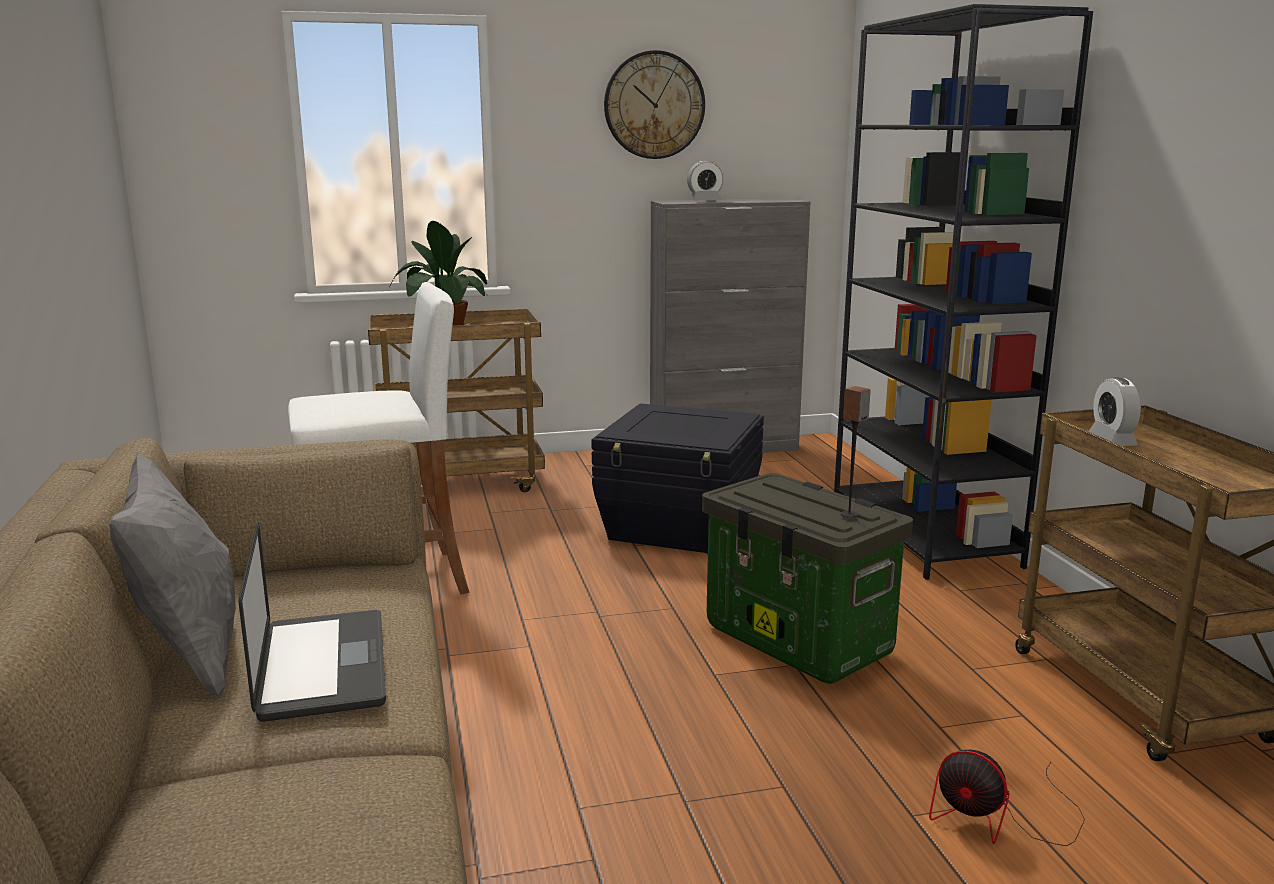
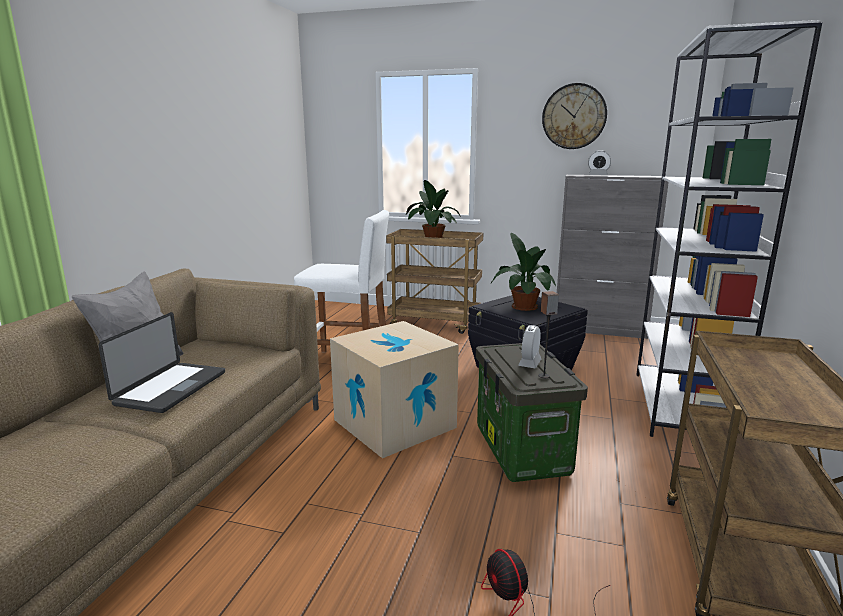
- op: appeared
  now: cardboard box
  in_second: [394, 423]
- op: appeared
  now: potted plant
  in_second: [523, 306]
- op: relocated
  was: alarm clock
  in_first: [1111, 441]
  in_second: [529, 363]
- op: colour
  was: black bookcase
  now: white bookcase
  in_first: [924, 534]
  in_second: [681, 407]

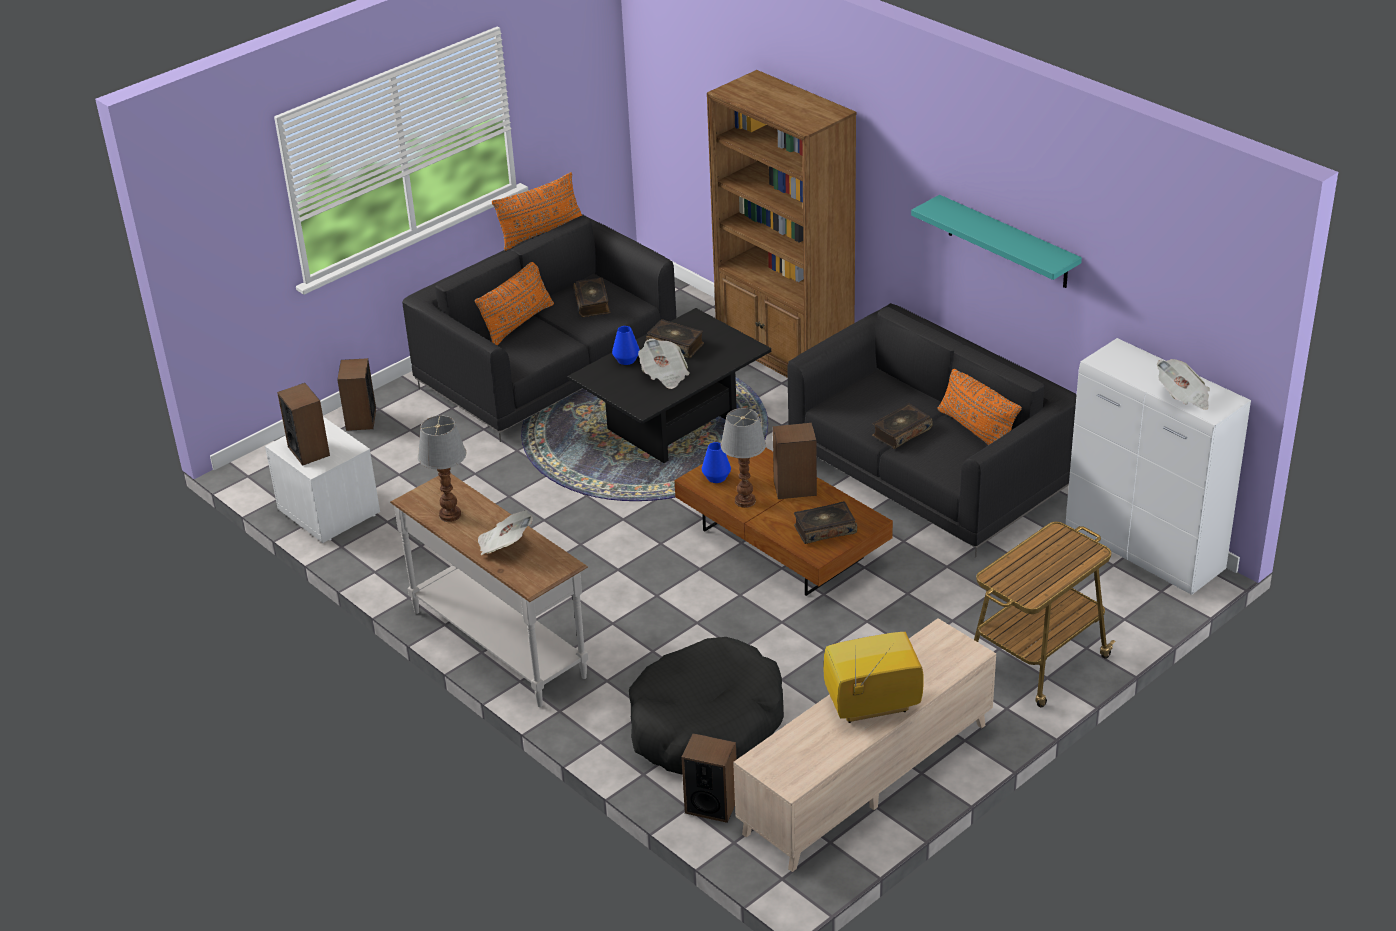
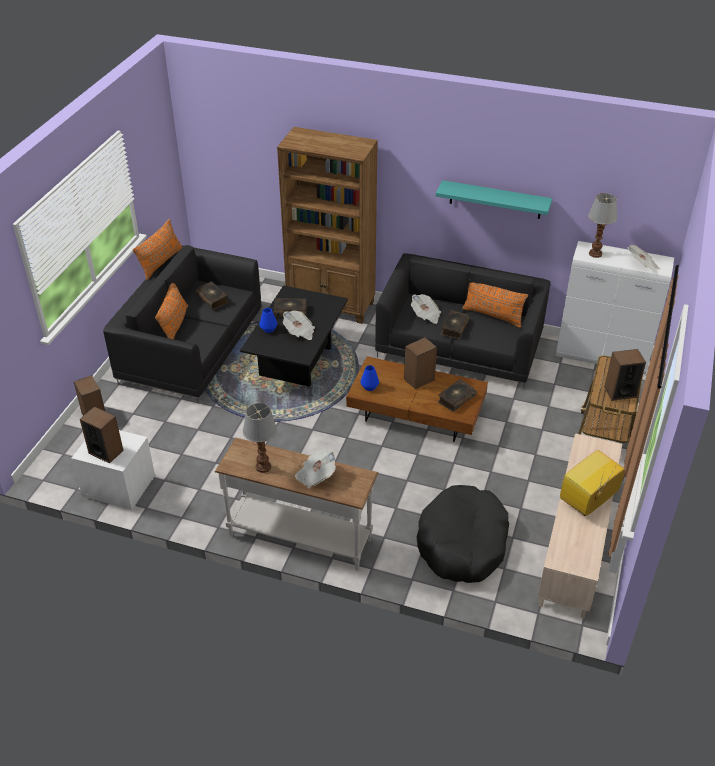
- op: appeared
  now: newspaper
  in_second: [425, 315]
- op: relocated
  was: table lamp
  in_first: [744, 501]
  in_second: [595, 254]
- op: relocated
  was: speaker
  in_first: [711, 805]
  in_second: [620, 392]

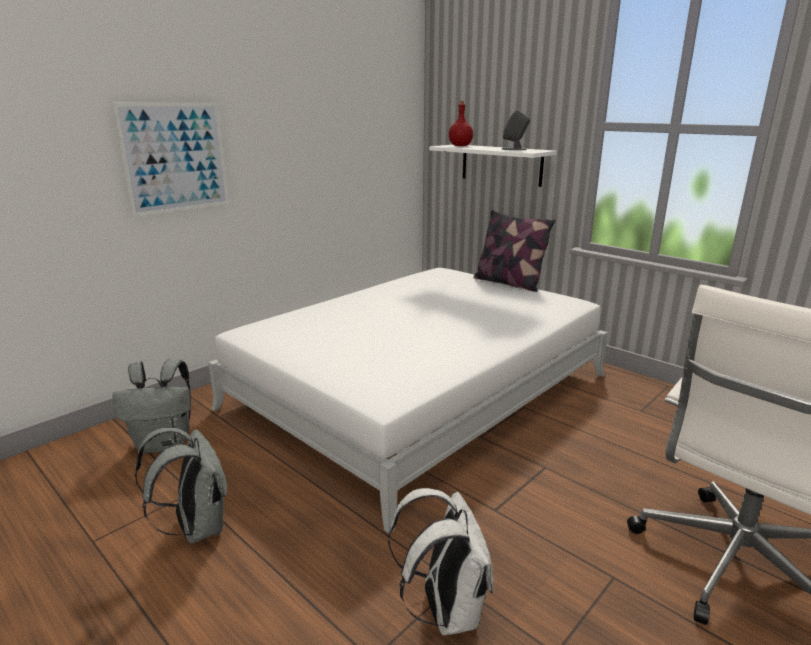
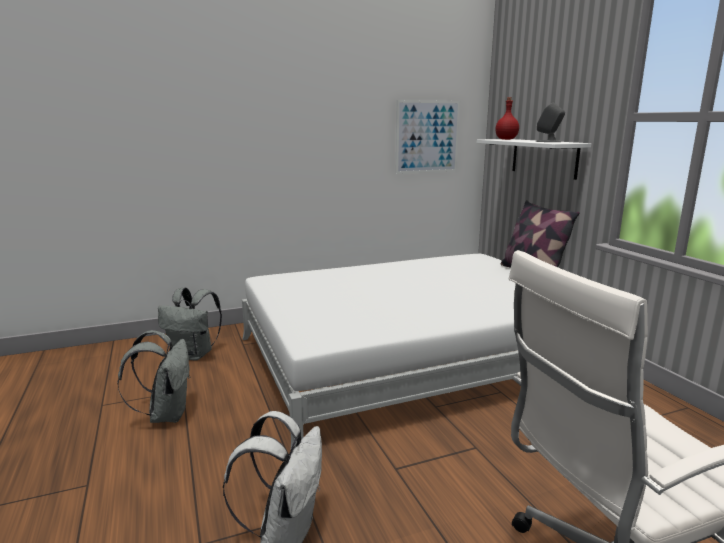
- op: relocated
  was: picture
  in_first: [175, 157]
  in_second: [427, 137]

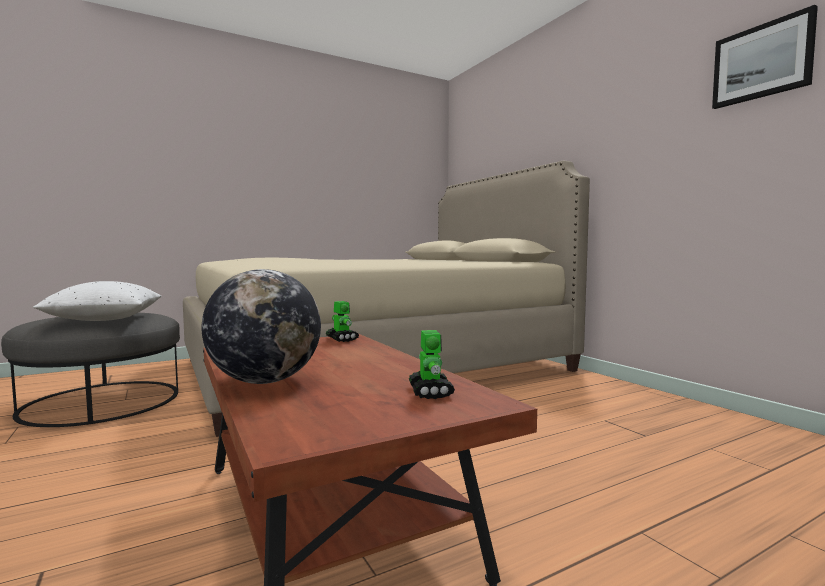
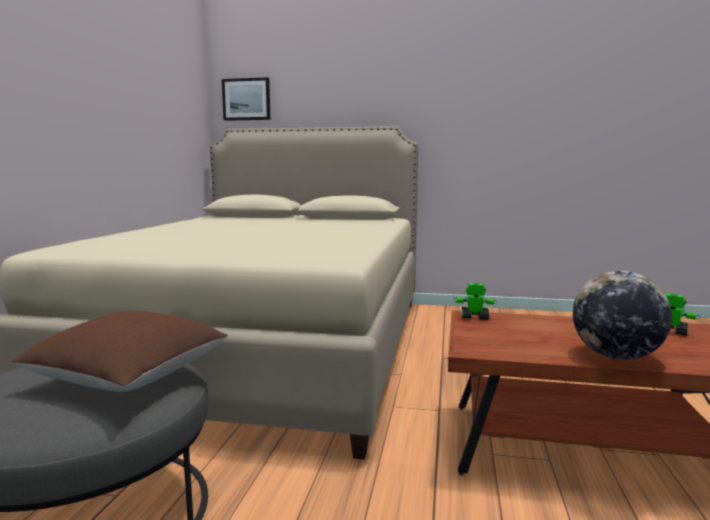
- op: colour
  was: white pillow
  now: brown pillow
  in_first: [105, 319]
  in_second: [129, 377]
- op: relocated
  was: picture
  in_first: [761, 62]
  in_second: [246, 99]

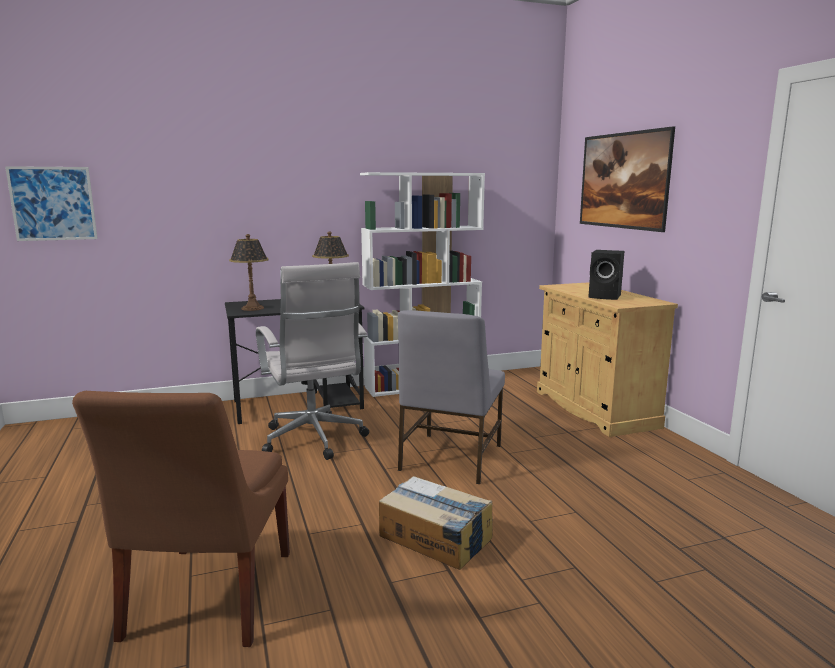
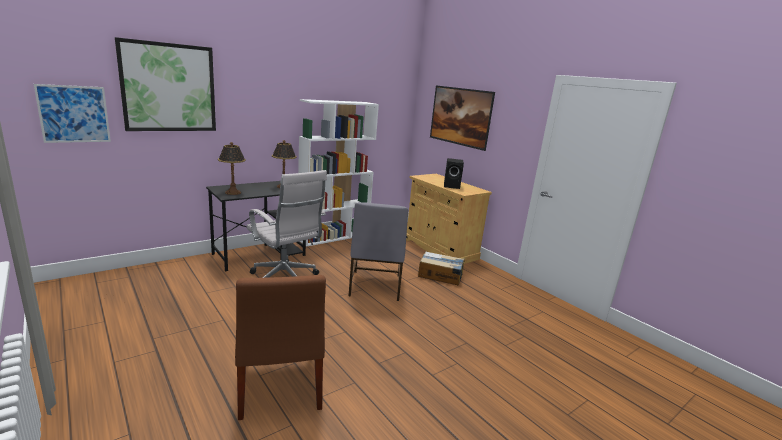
- op: appeared
  now: picture
  in_second: [169, 88]
- op: relocated
  was: cardboard box
  in_first: [435, 537]
  in_second: [440, 275]

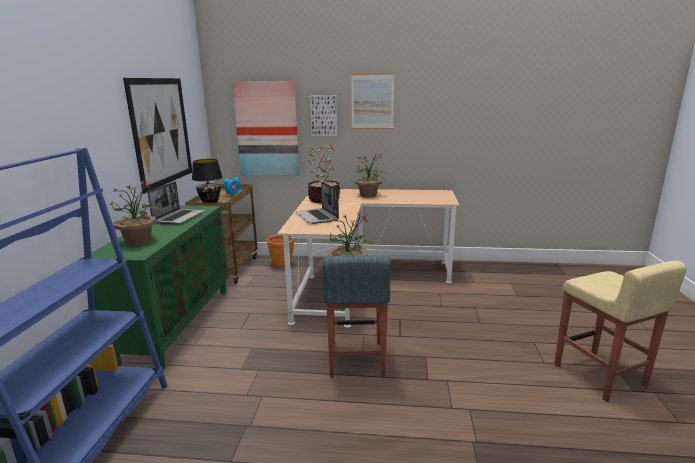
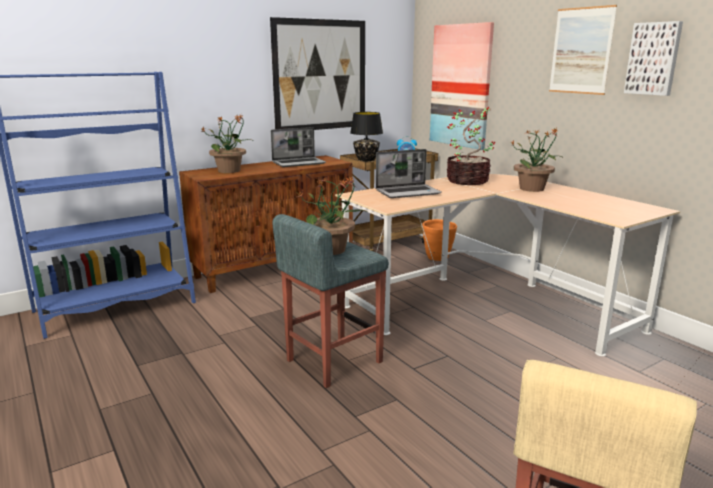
- op: colour
  was: green cabinet
  now: brown cabinet
  in_first: [177, 324]
  in_second: [274, 268]
- op: spun
  was: laptop
  in_first: [317, 217]
  in_second: [408, 192]
  clockwise: -135
- op: relocated
  was: picture
  in_first: [324, 115]
  in_second: [653, 58]

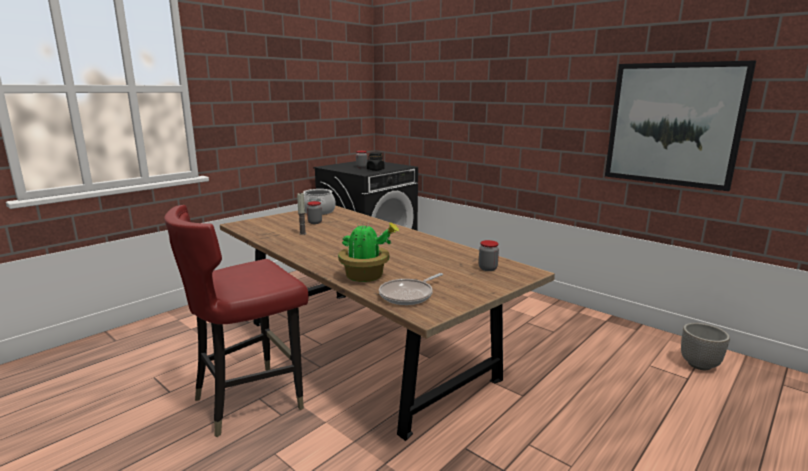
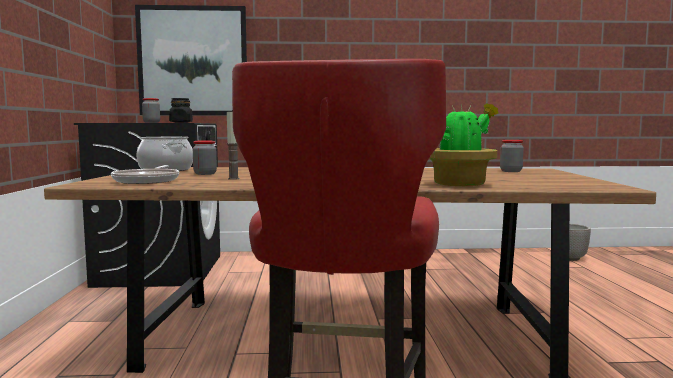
- op: relocated
  was: frying pan
  in_first: [408, 295]
  in_second: [148, 181]
- op: relocated
  was: picture
  in_first: [673, 124]
  in_second: [193, 61]

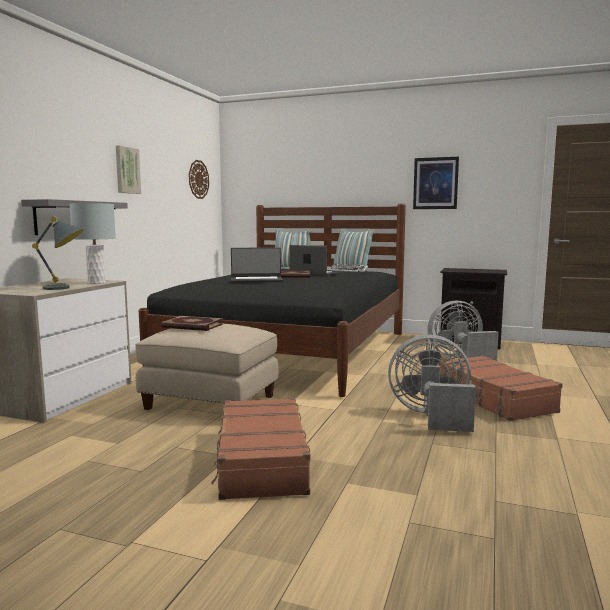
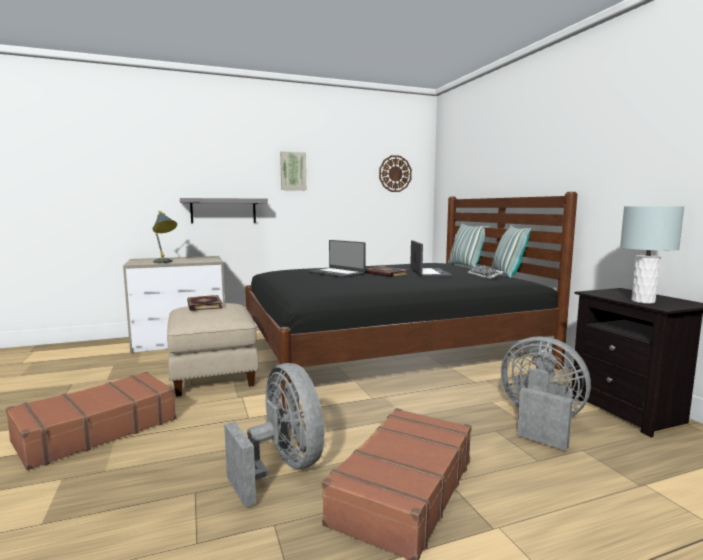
- op: relocated
  was: grey table lamp
  in_first: [96, 283]
  in_second: [643, 301]
- op: missing
  was: picture
  in_first: [435, 183]

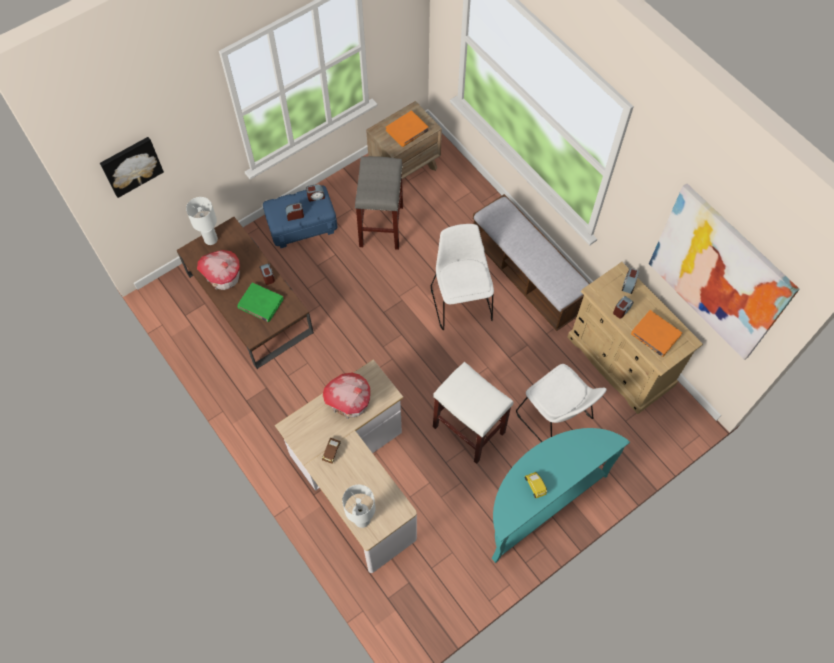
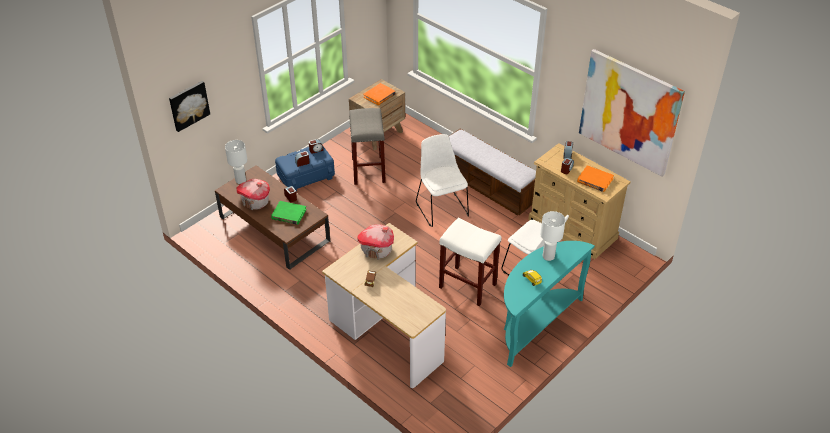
- op: relocated
  was: white table lamp
  in_first: [361, 519]
  in_second: [548, 256]

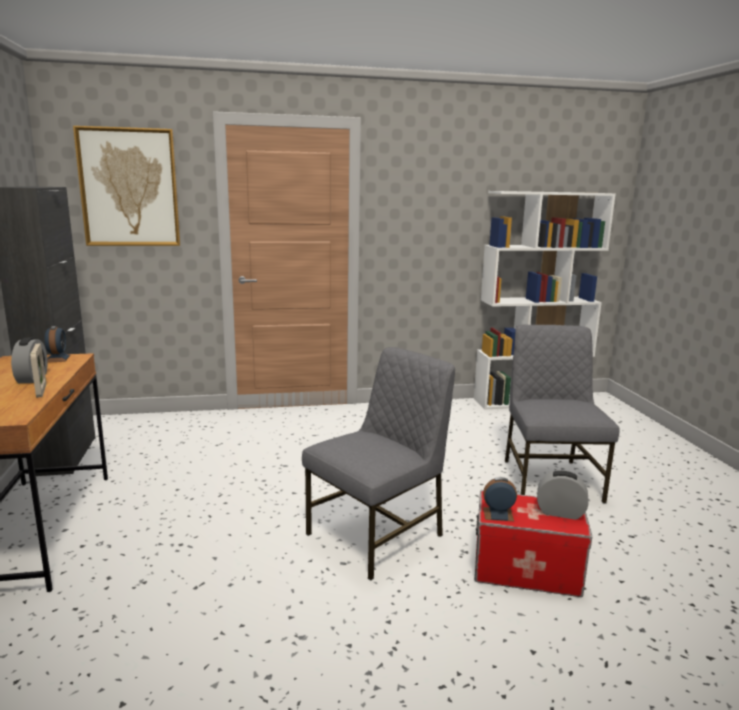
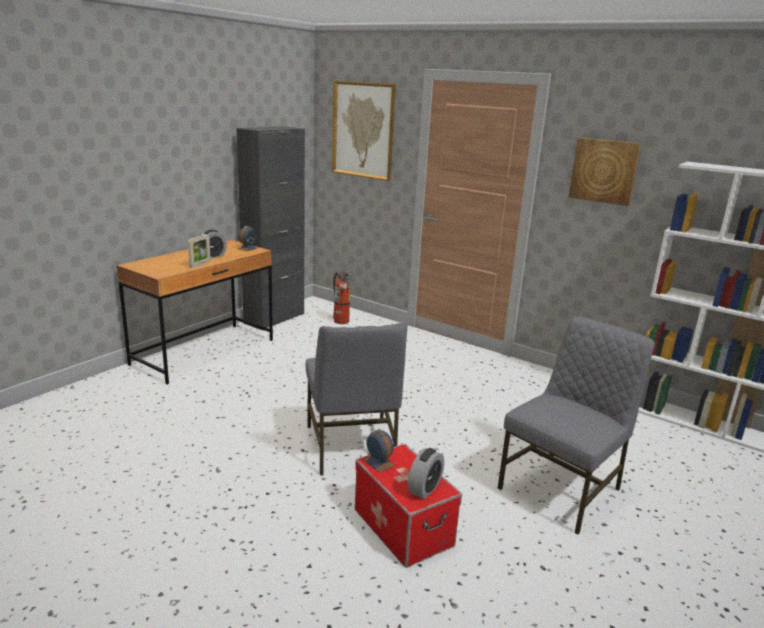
- op: spun
  was: grey chair
  in_first: [378, 535]
  in_second: [351, 447]
  clockwise: 75
- op: appeared
  now: fire extinguisher
  in_second: [341, 322]
- op: spun
  was: alarm clock
  in_first: [560, 512]
  in_second: [424, 488]
  clockwise: 60
- op: appeared
  now: picture
  in_second: [604, 171]

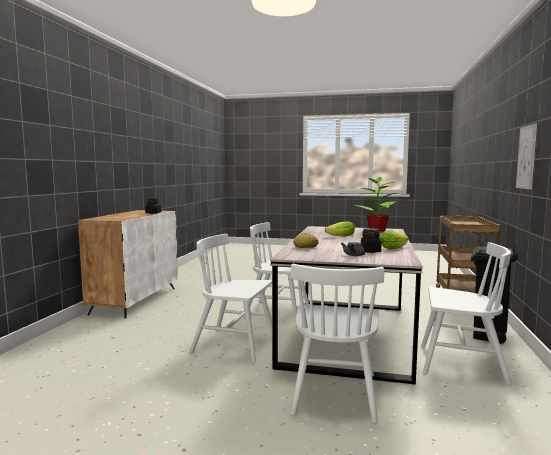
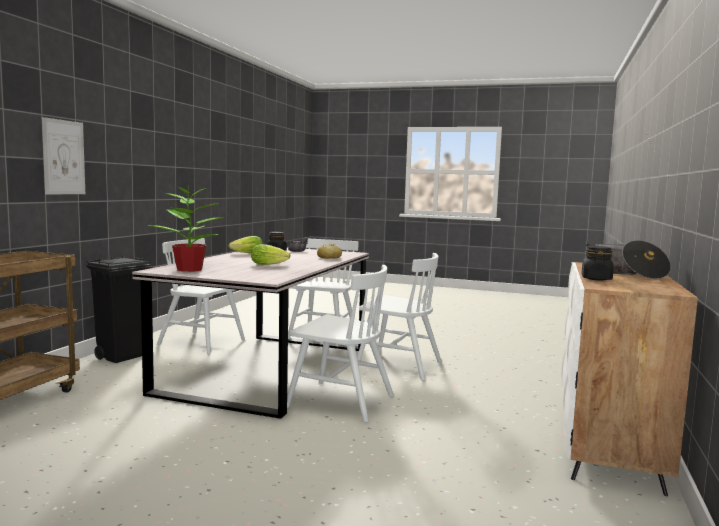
- op: appeared
  now: cooking pot
  in_second: [627, 273]

